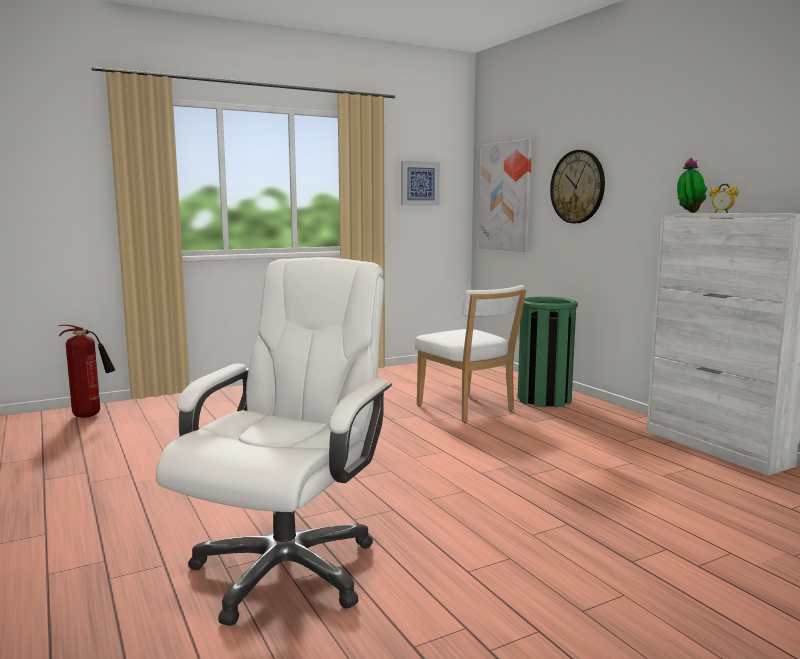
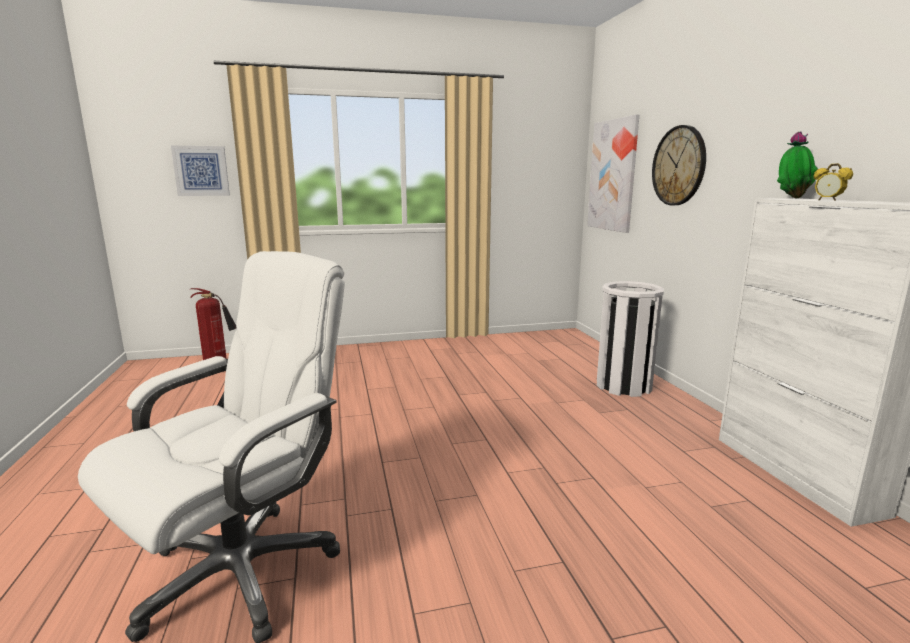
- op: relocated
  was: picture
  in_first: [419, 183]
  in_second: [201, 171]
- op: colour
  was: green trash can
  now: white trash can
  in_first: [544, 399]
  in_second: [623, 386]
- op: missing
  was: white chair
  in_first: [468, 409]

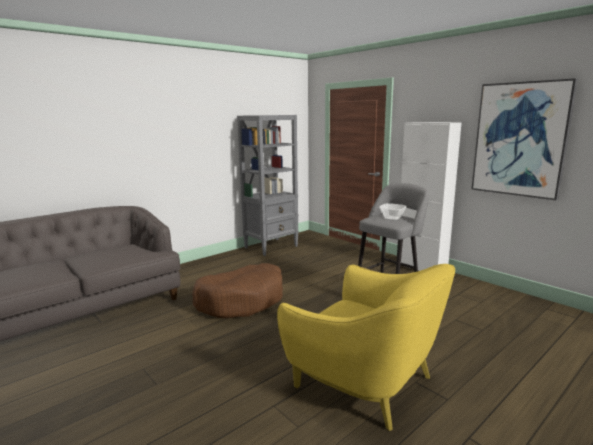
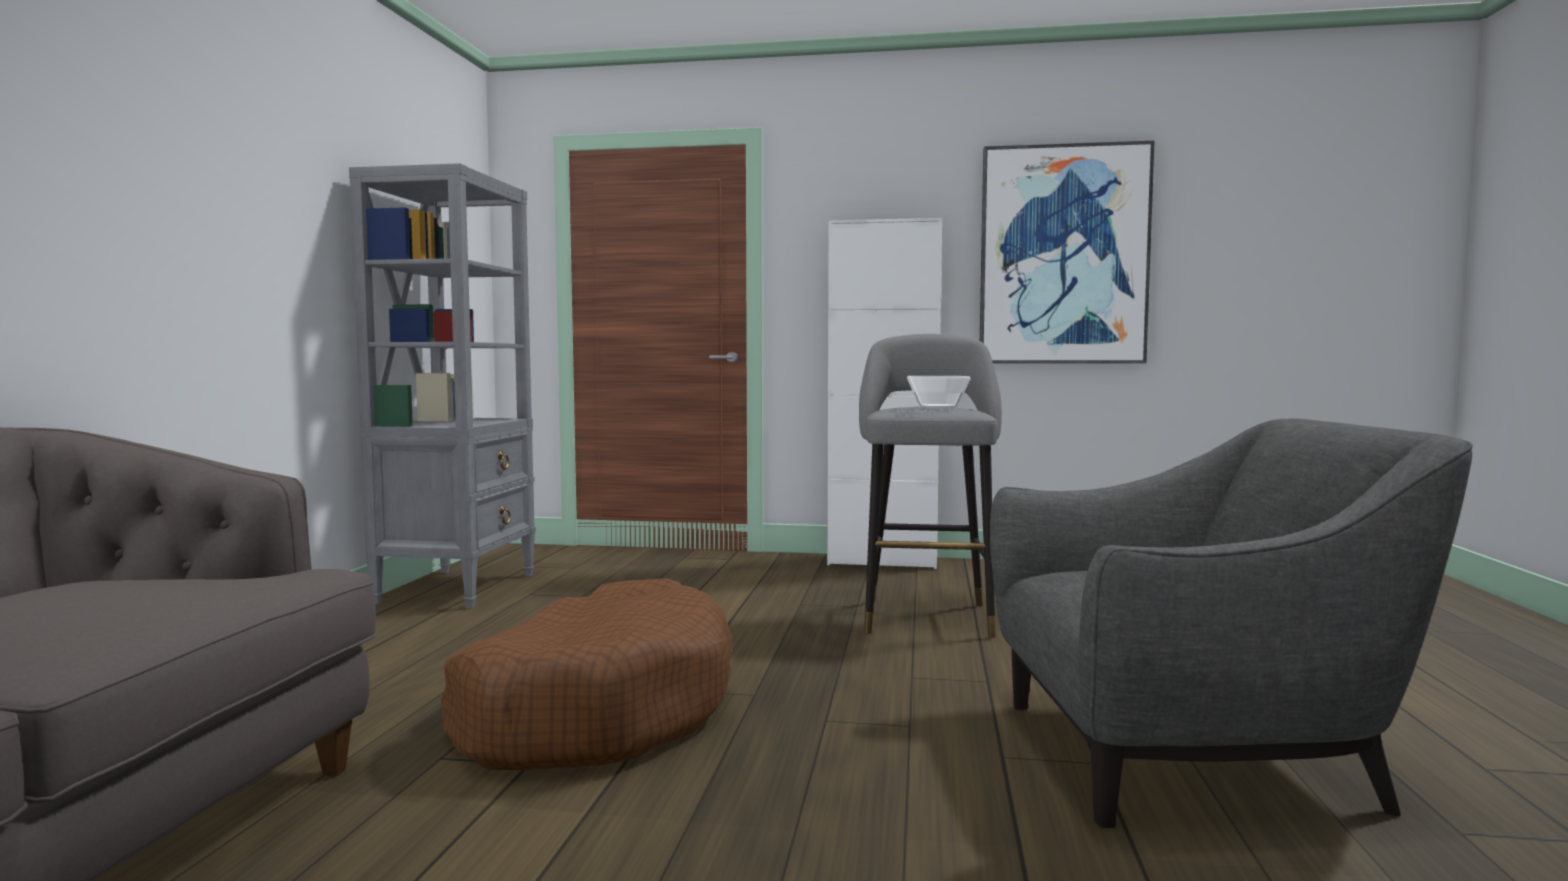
- op: colour
  was: yellow armchair
  now: grey armchair
  in_first: [365, 381]
  in_second: [1189, 756]

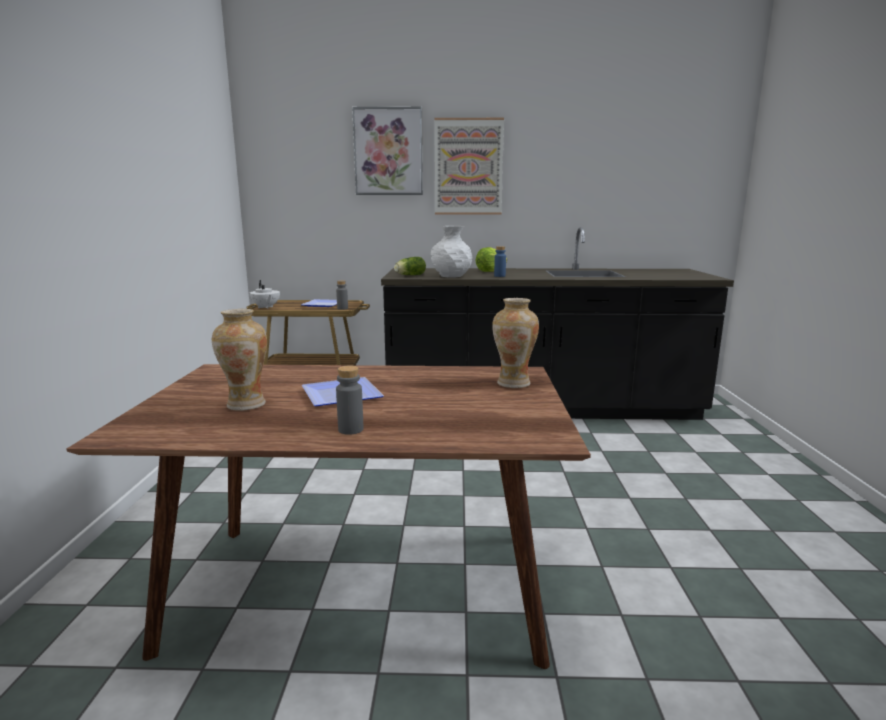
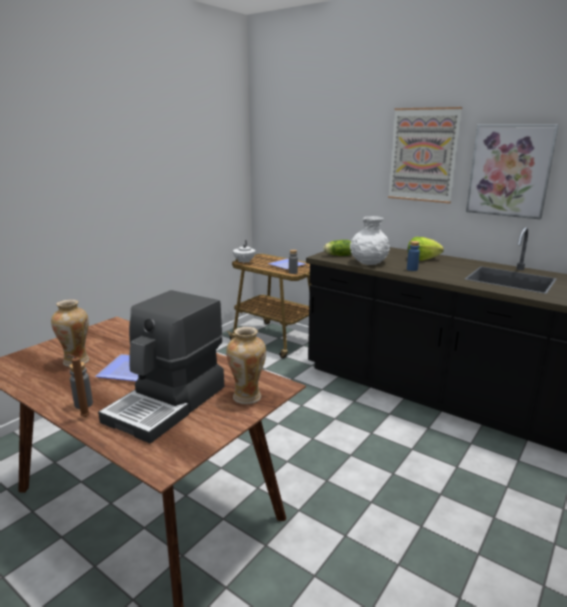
- op: appeared
  now: brown candle
  in_second: [83, 417]
- op: appeared
  now: coffee machine
  in_second: [168, 403]
- op: relocated
  was: picture
  in_first: [388, 152]
  in_second: [510, 170]

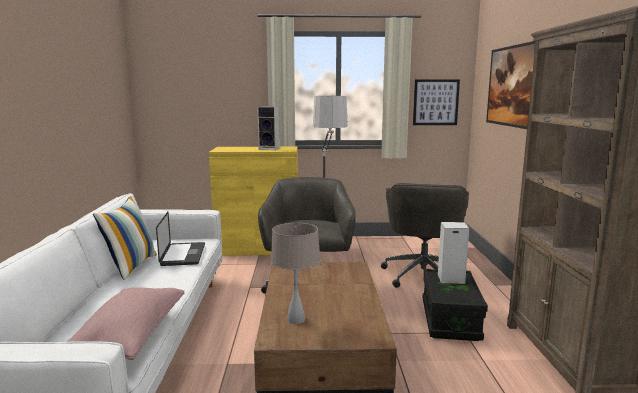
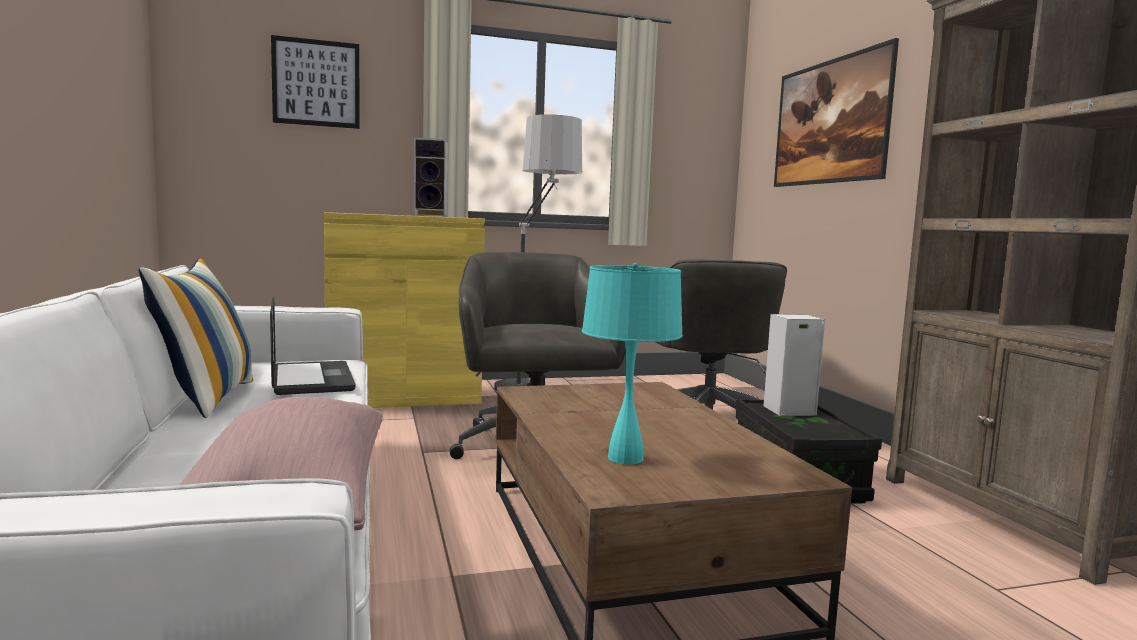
- op: relocated
  was: picture
  in_first: [435, 102]
  in_second: [316, 83]
- op: colour
  was: beige table lamp
  now: turquoise table lamp
  in_first: [295, 319]
  in_second: [624, 458]

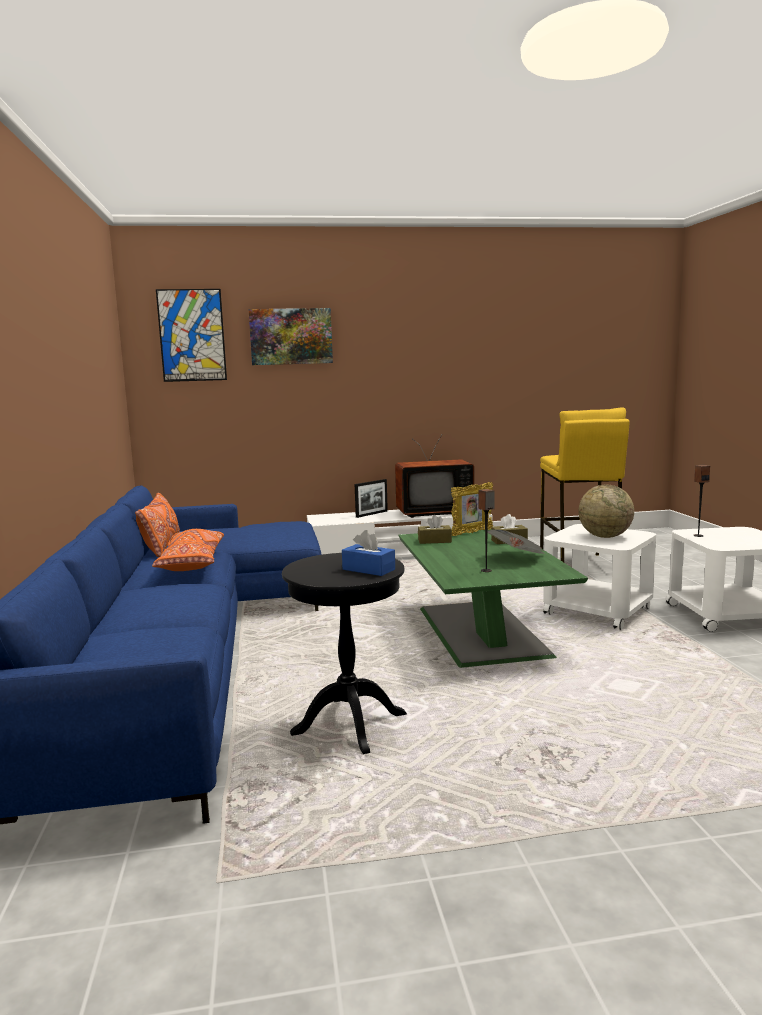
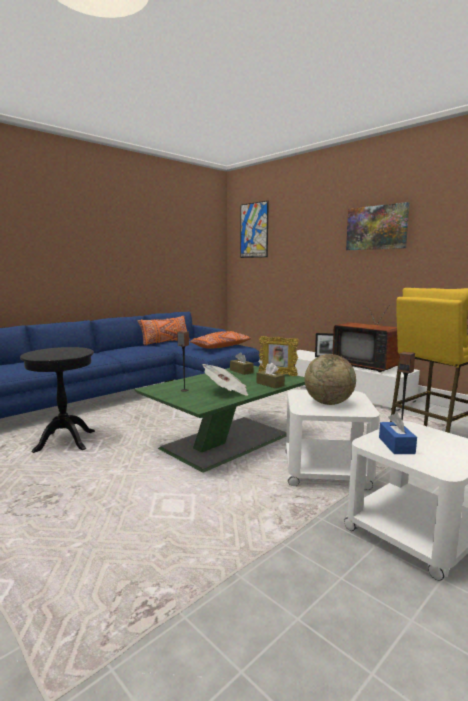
- op: relocated
  was: orange pillow
  in_first: [192, 562]
  in_second: [221, 347]
- op: relocated
  was: picture
  in_first: [291, 336]
  in_second: [376, 227]
- op: relocated
  was: blue tissue box
  in_first: [368, 569]
  in_second: [396, 445]

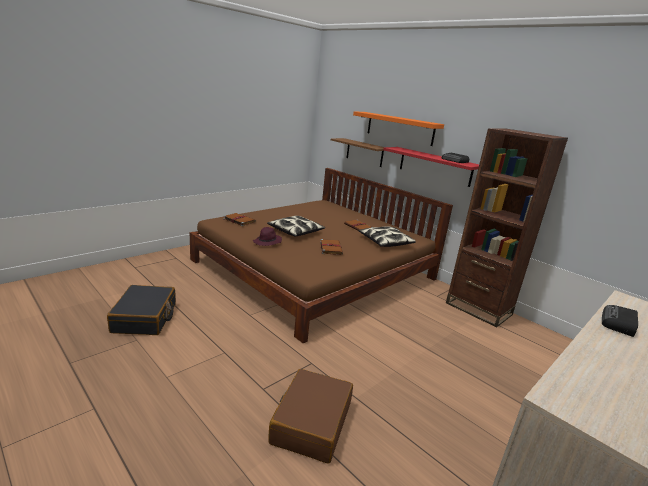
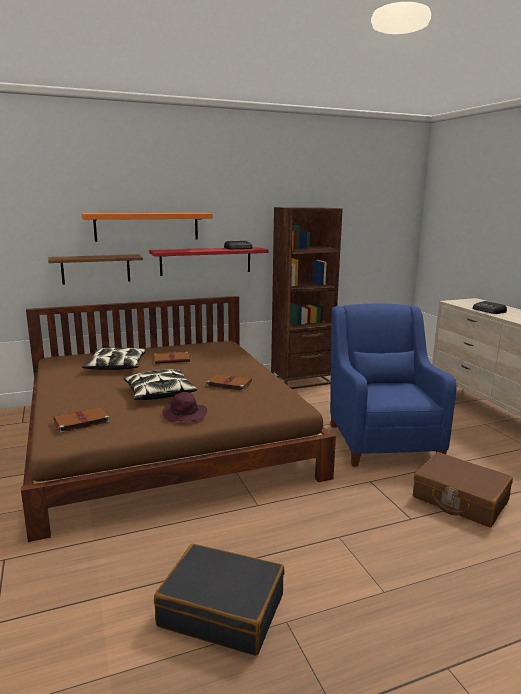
- op: relocated
  was: pillow
  in_first: [385, 242]
  in_second: [116, 366]
- op: appeared
  now: blue armchair
  in_second: [381, 439]

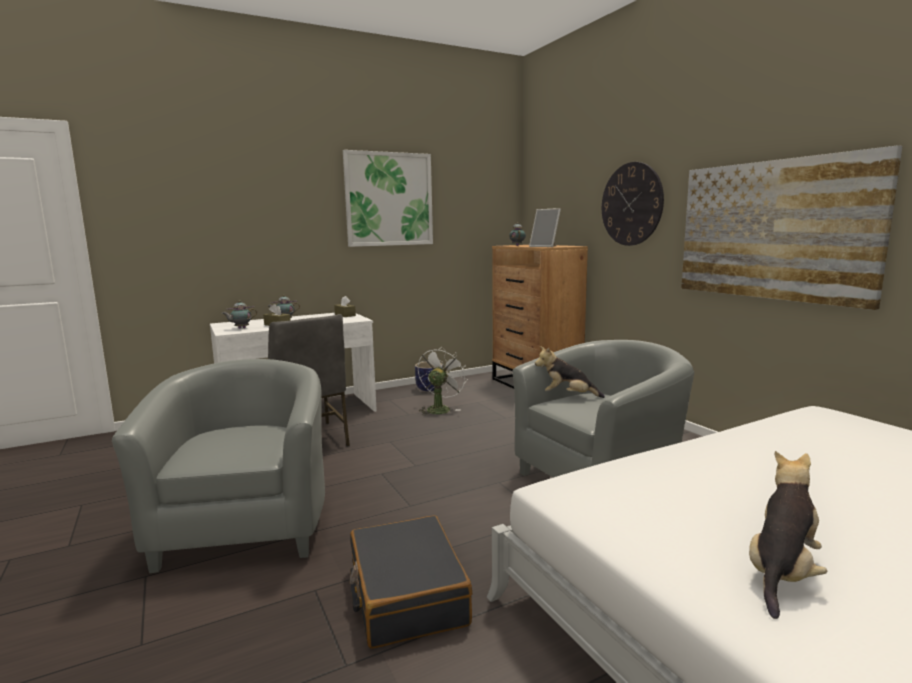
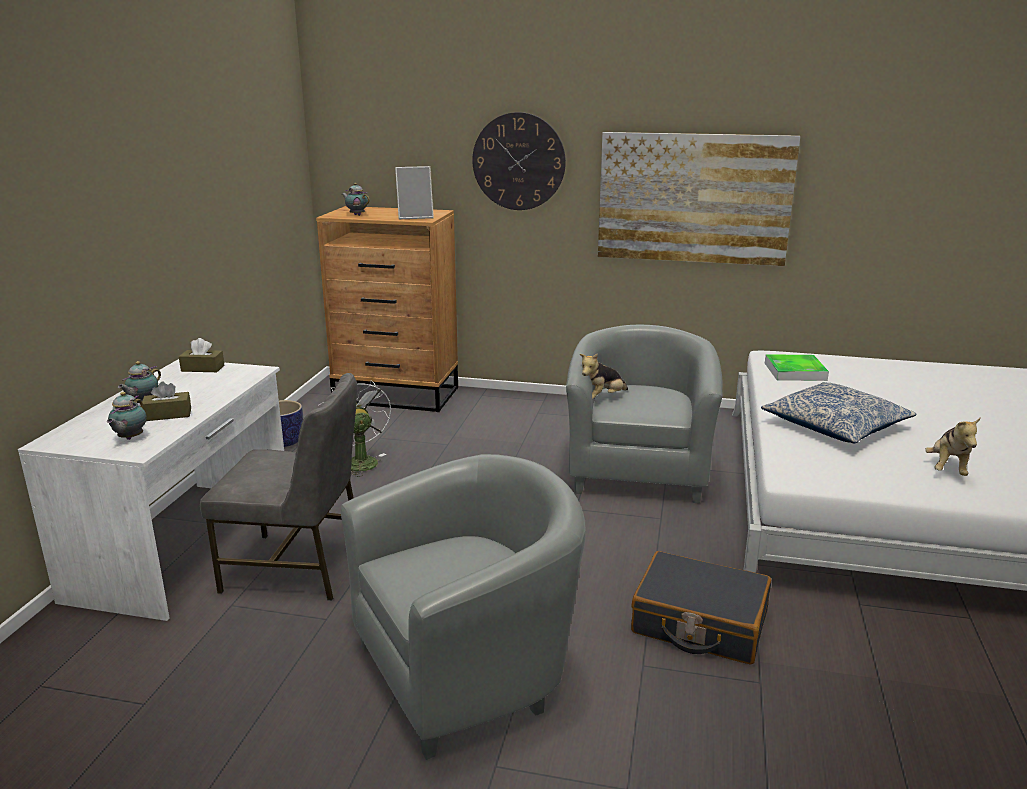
- op: spun
  was: grey armchair
  in_first: [247, 526]
  in_second: [469, 671]
  clockwise: 120
- op: appeared
  now: pillow
  in_second: [835, 426]
- op: appeared
  now: tray
  in_second: [795, 371]
- op: spun
  was: plush toy
  in_first: [781, 573]
  in_second: [947, 469]
  clockwise: -150
- op: missing
  was: picture
  in_first: [389, 199]

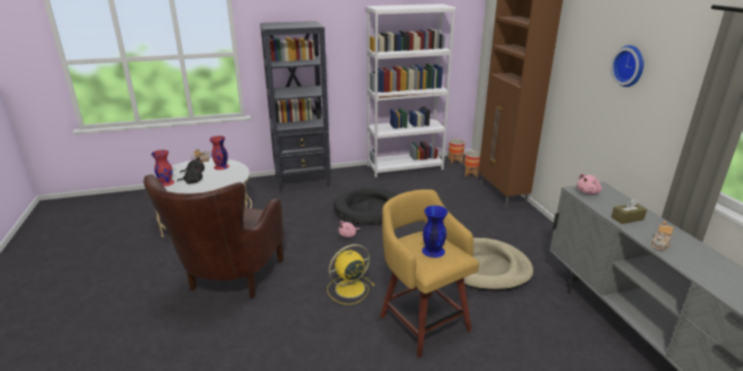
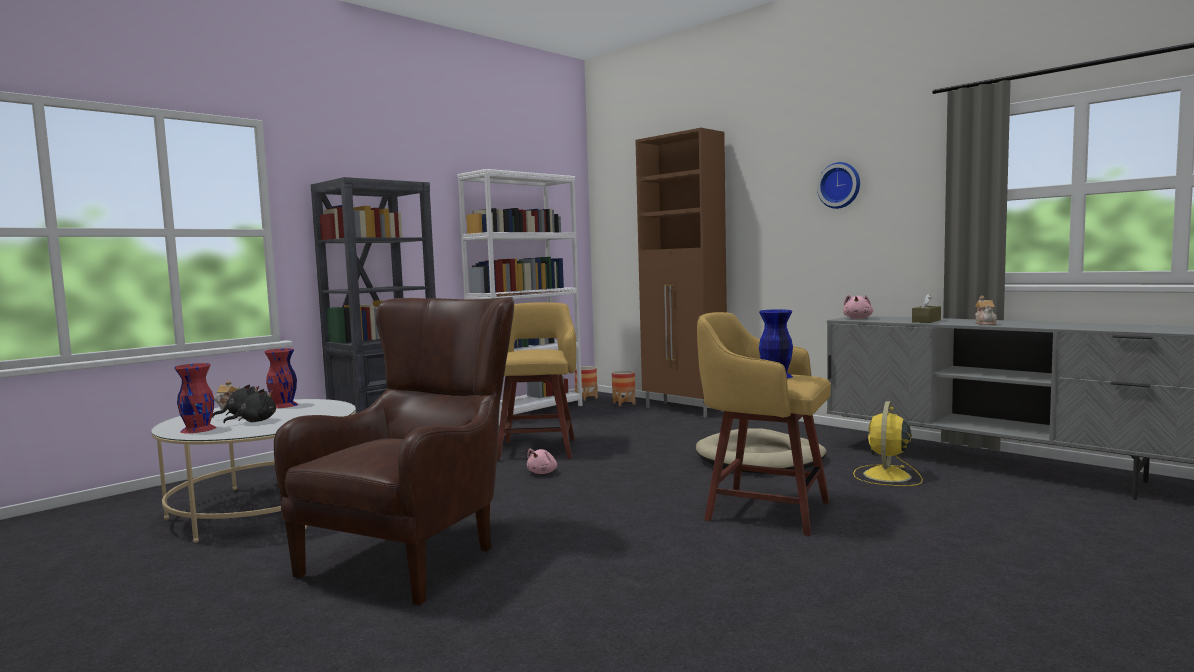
- op: spun
  was: brown armchair
  in_first: [229, 283]
  in_second: [420, 553]
  clockwise: -135
- op: exchanged
  was: black dog bed
  now: yellow stool
  in_first: [370, 209]
  in_second: [538, 448]
- op: relocated
  was: yellow fan
  in_first: [348, 289]
  in_second: [886, 476]

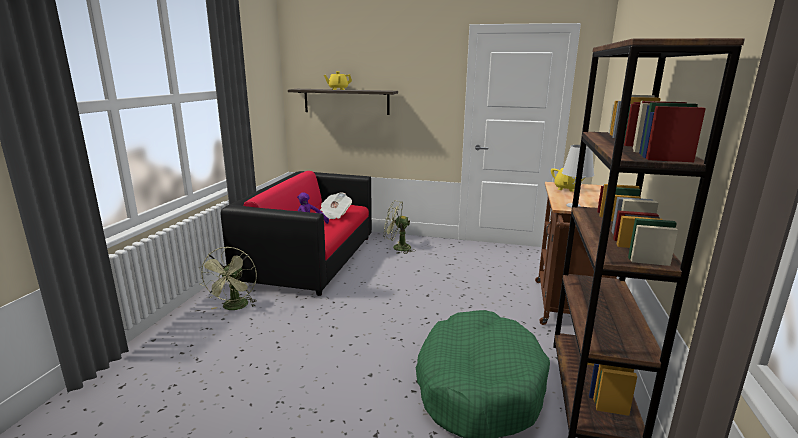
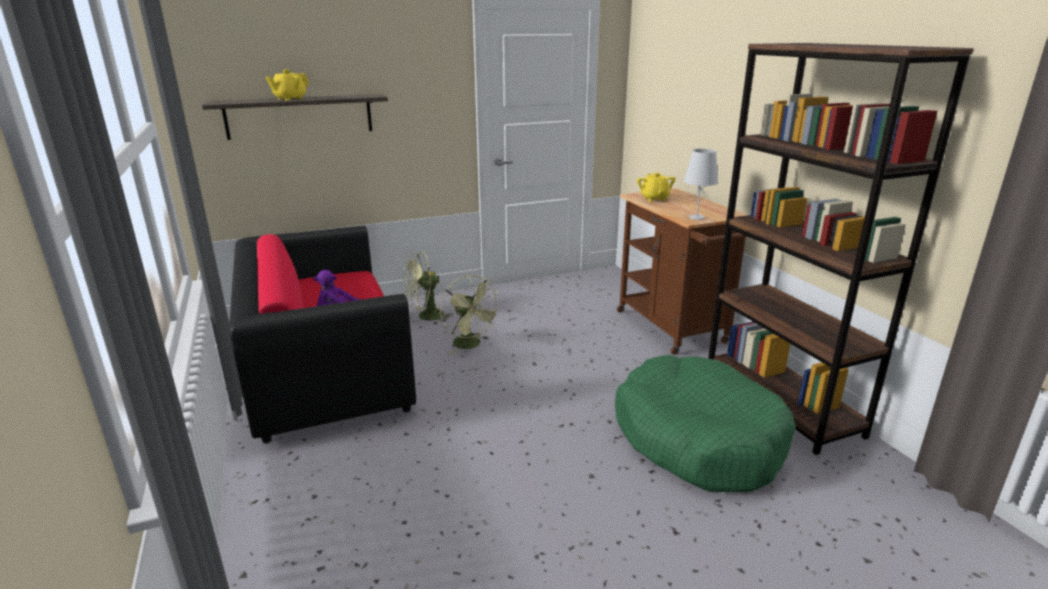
- op: relocated
  was: green fan
  in_first: [234, 307]
  in_second: [471, 345]
- op: missing
  was: newspaper
  in_first: [334, 215]

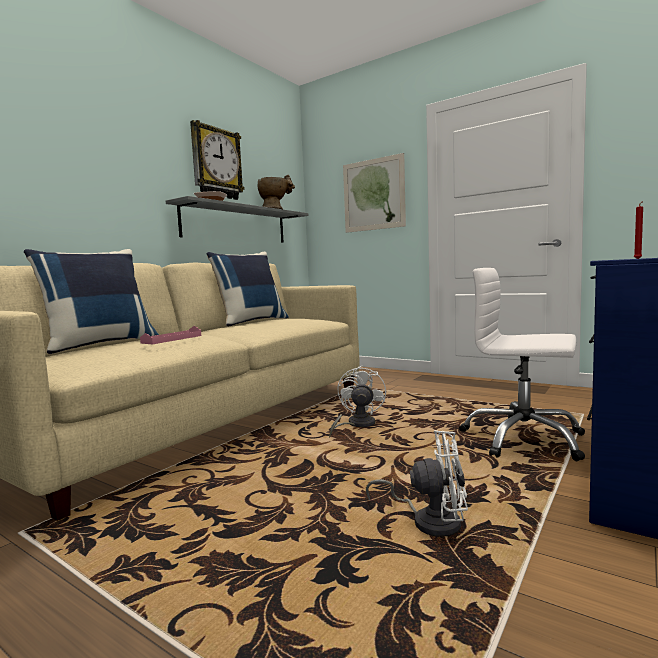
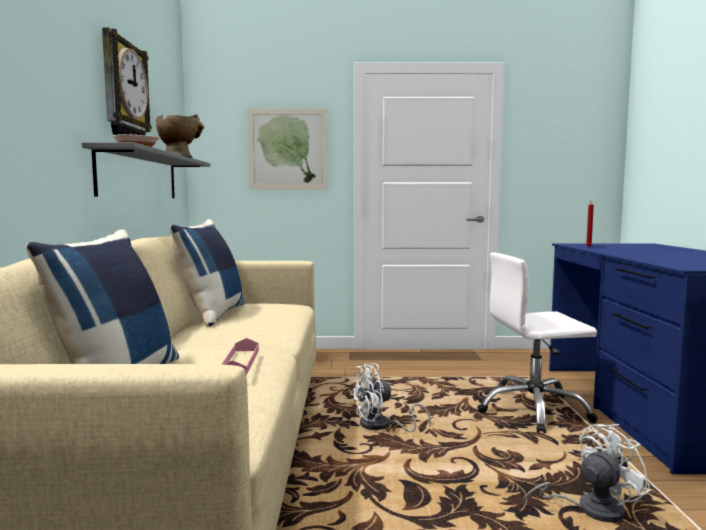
- op: spun
  was: white fan
  in_first: [356, 425]
  in_second: [381, 426]
  clockwise: -90

